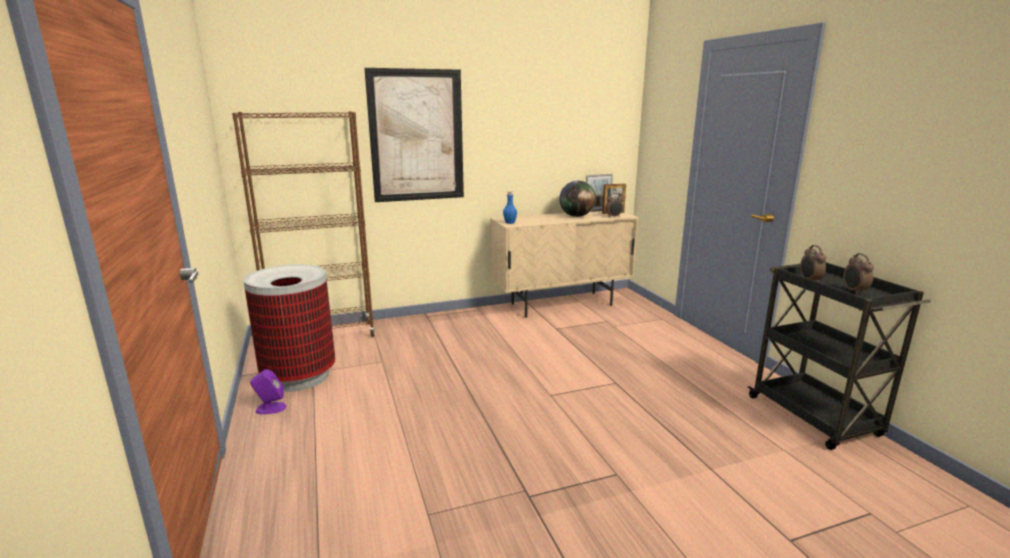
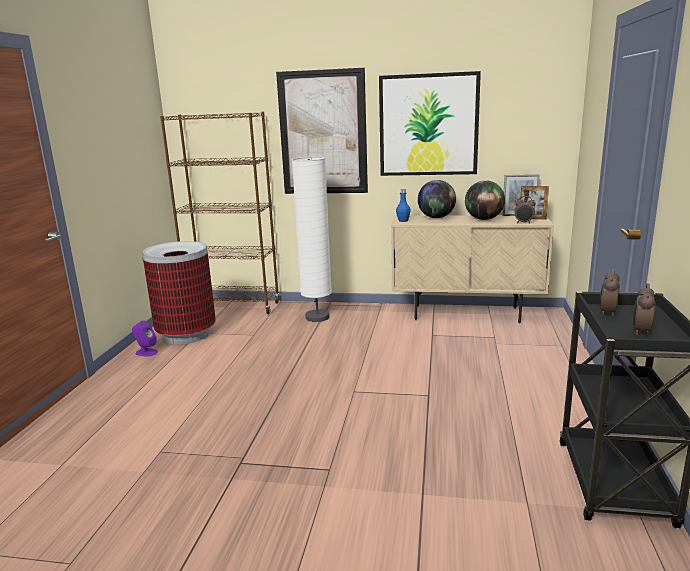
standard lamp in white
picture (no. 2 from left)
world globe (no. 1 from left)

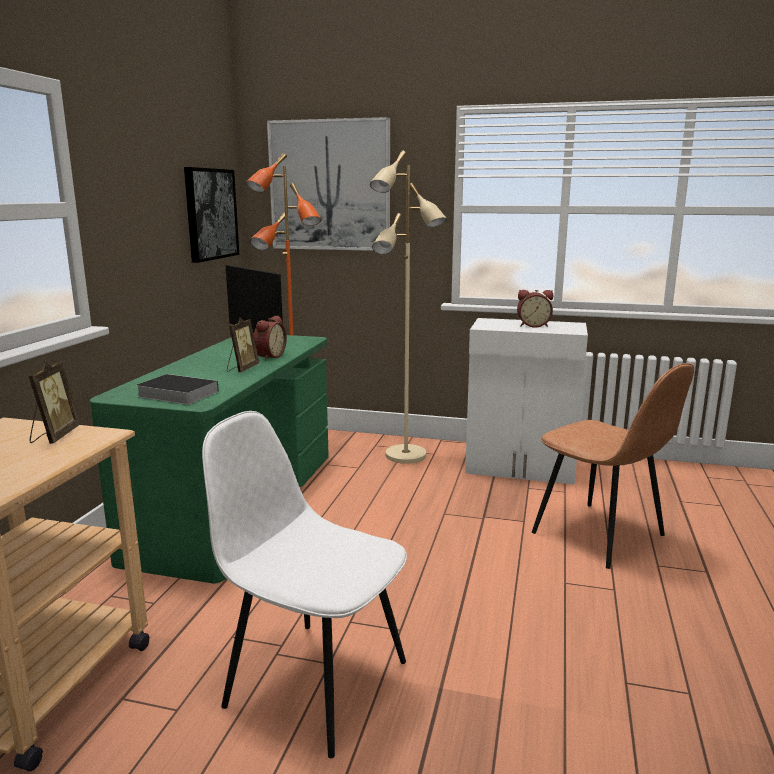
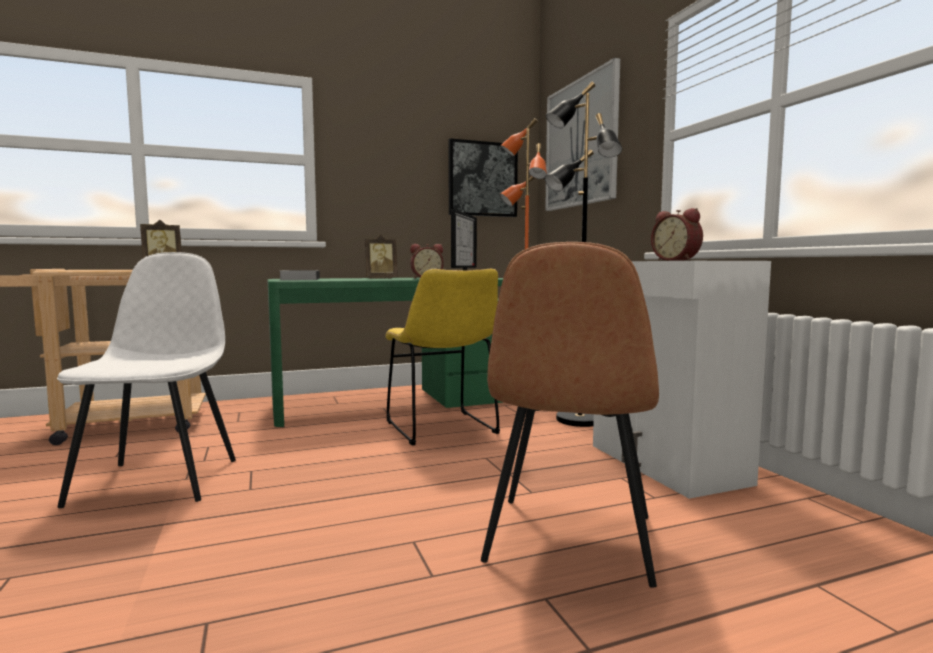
plain chair in yellow-coloured
standard lamp in blackish

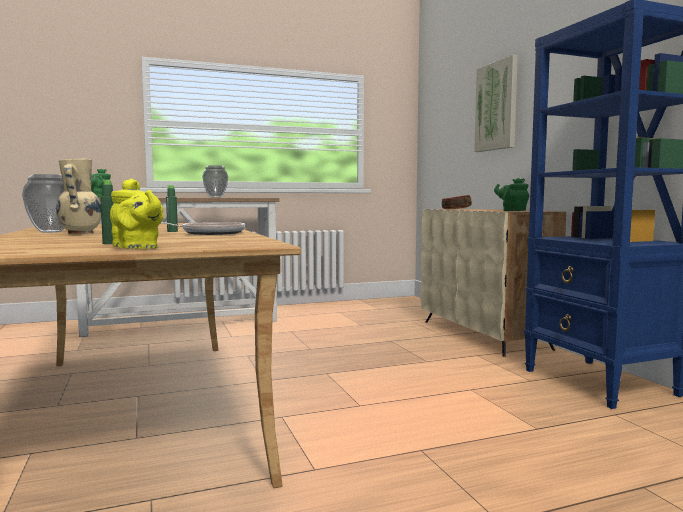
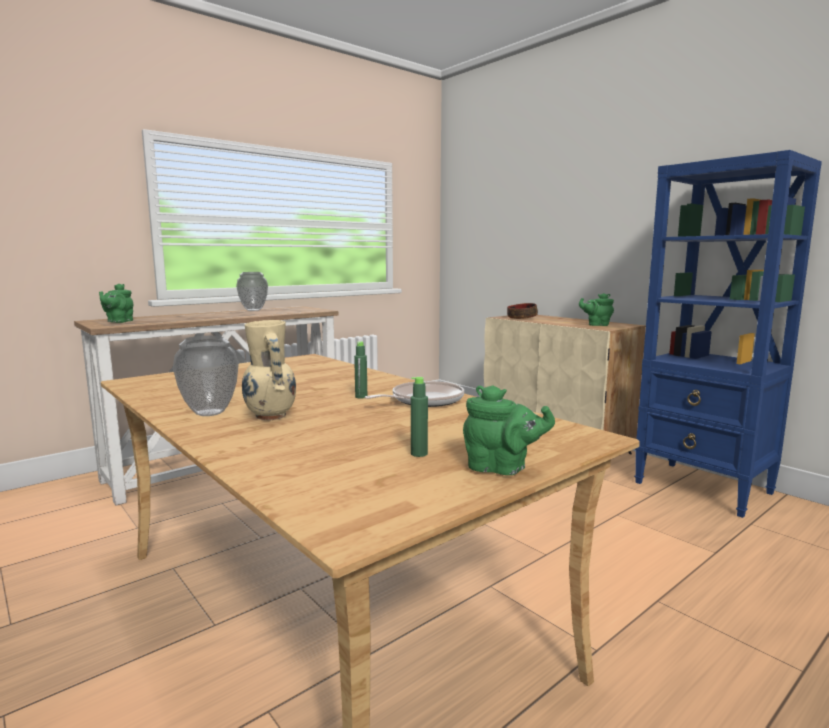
tea pot in green (no. 2 from left)
picture

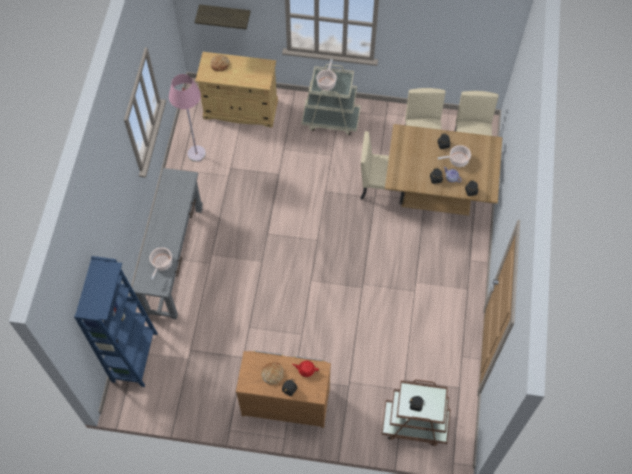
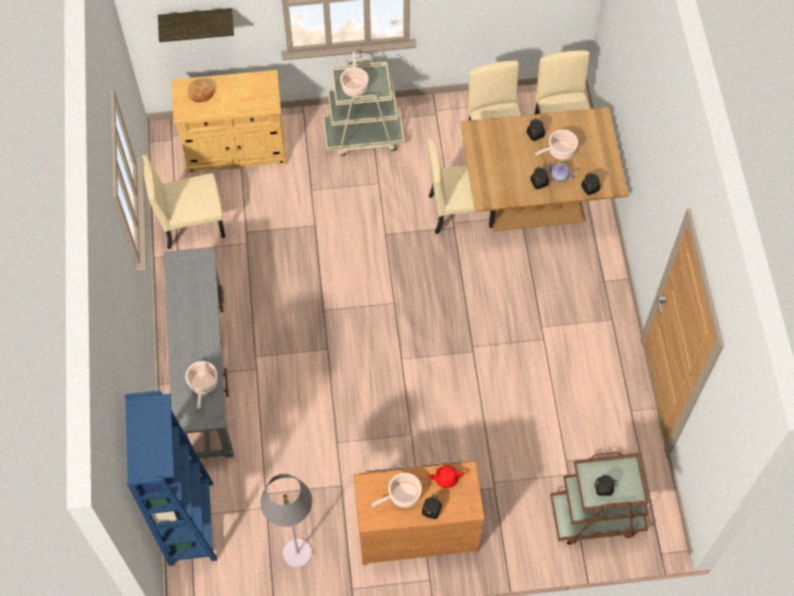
plain chair in beige (no. 1 from left)
standard lamp in grey
saucepot (no. 3 from left)

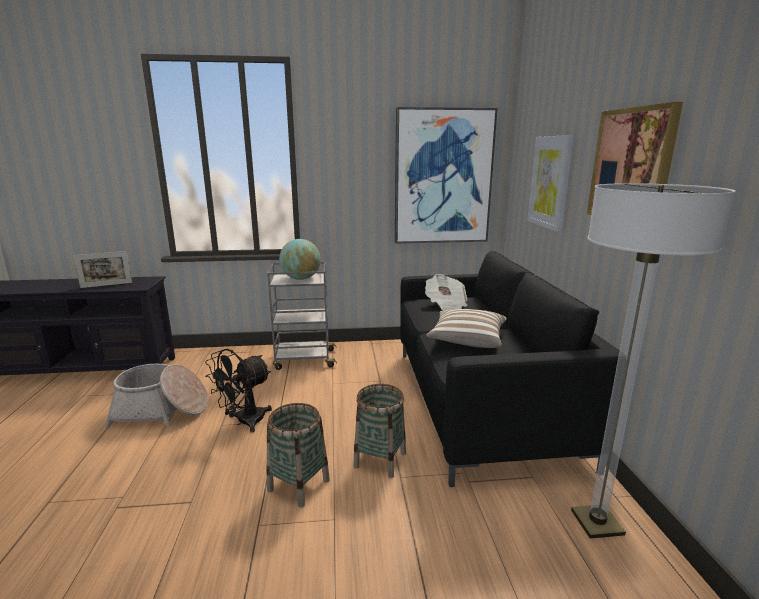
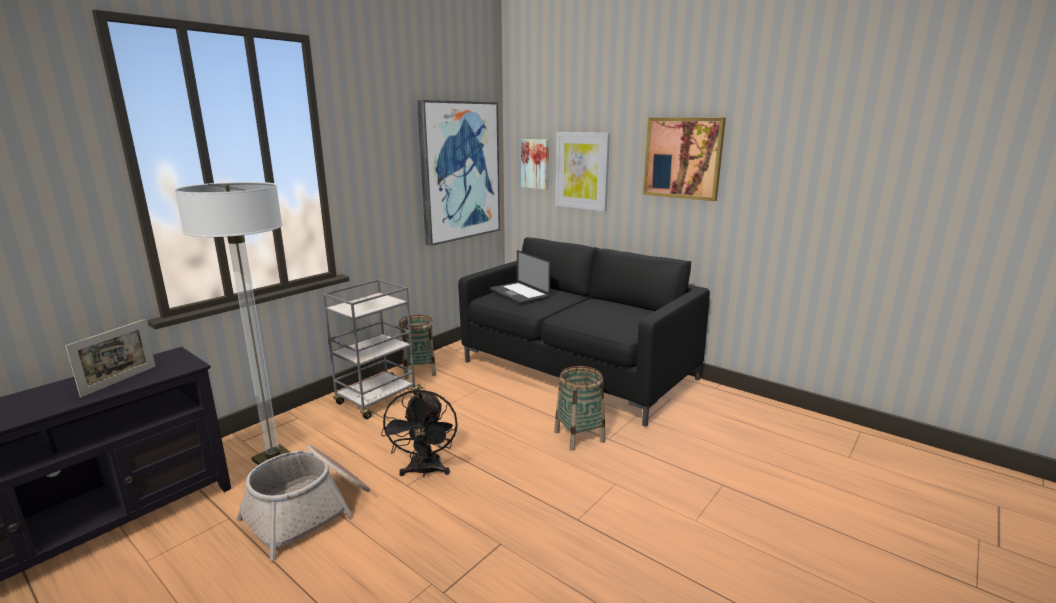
standard lamp
storage basket (no. 2 from left)
notebook computer
picture (no. 2 from left)
world globe
throw pillow

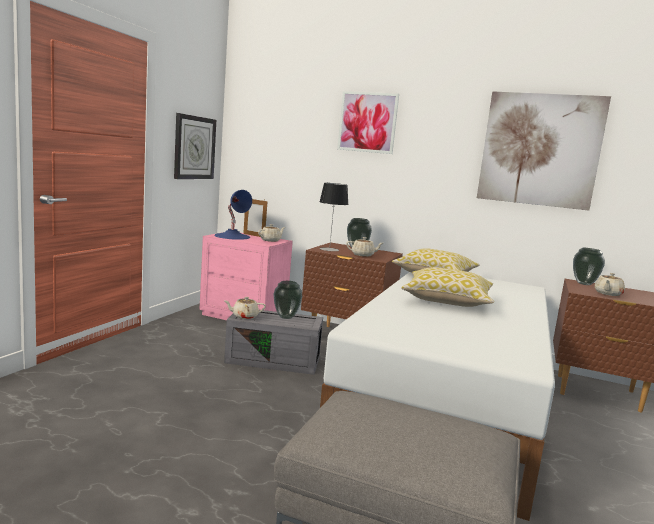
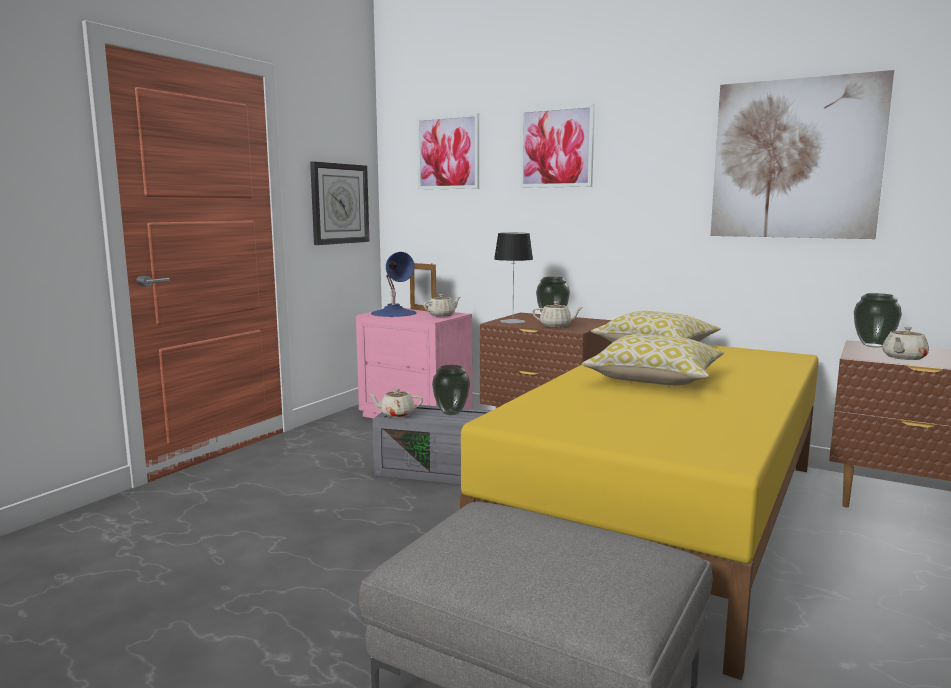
picture (no. 1 from left)
bed in yellow-coloured

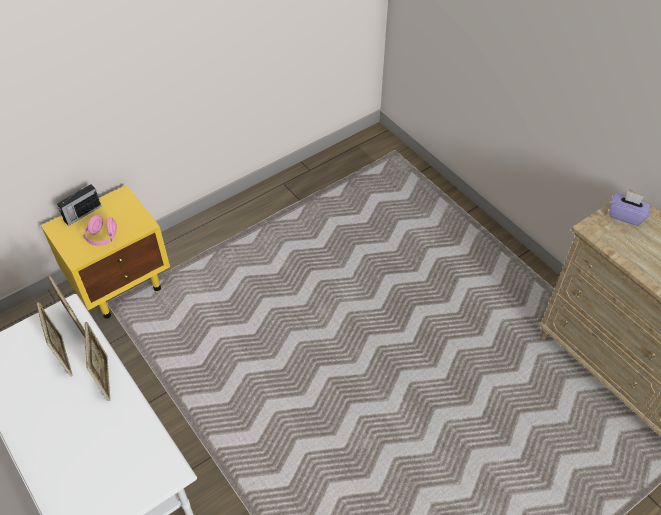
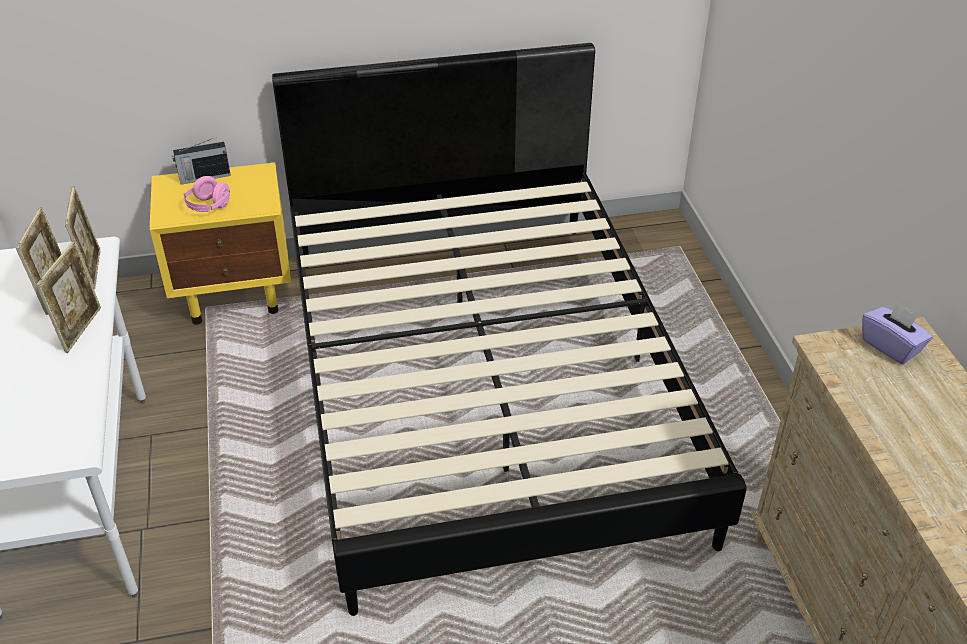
bed in blackish

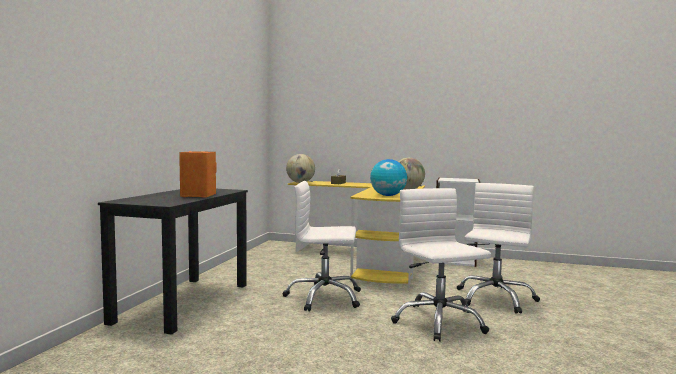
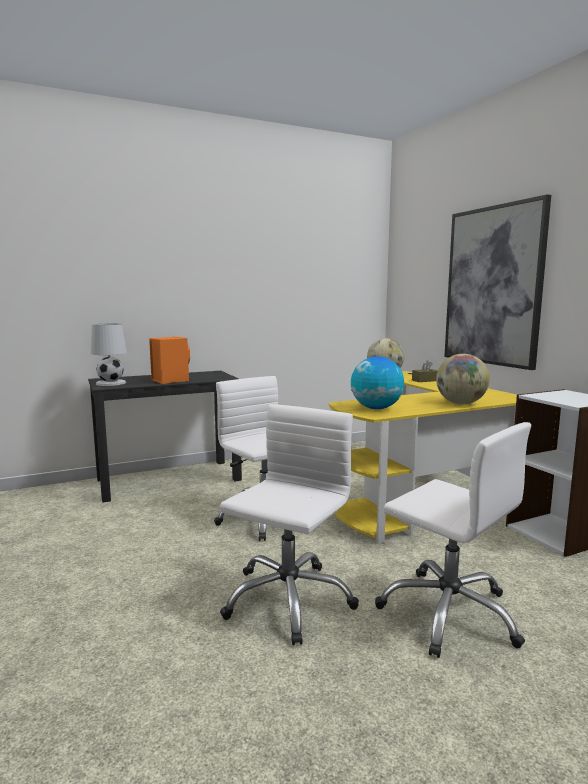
table lamp in white
desk chair in white (no. 3 from left)
picture

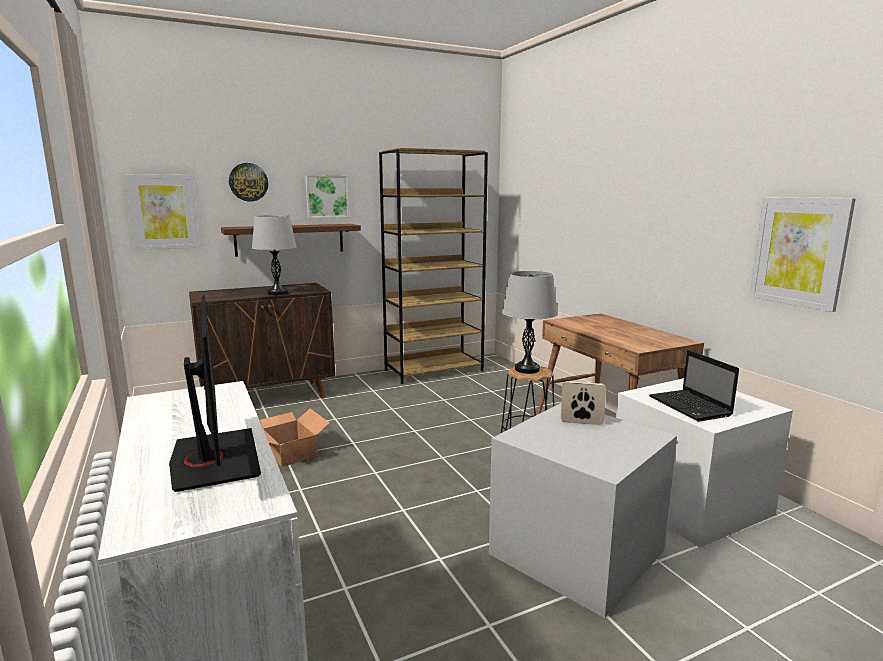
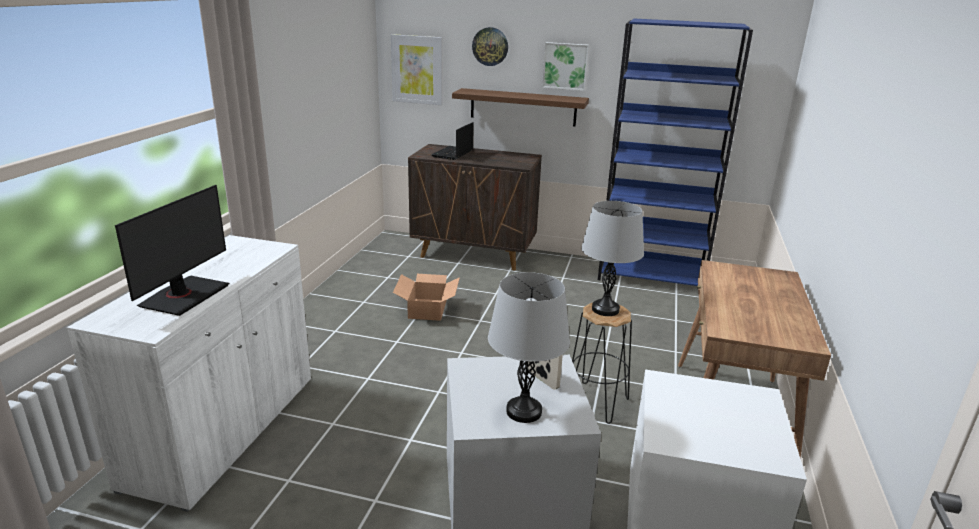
notebook computer
table lamp in grey (no. 1 from left)
bookshelf in blue
picture (no. 3 from left in the first image)

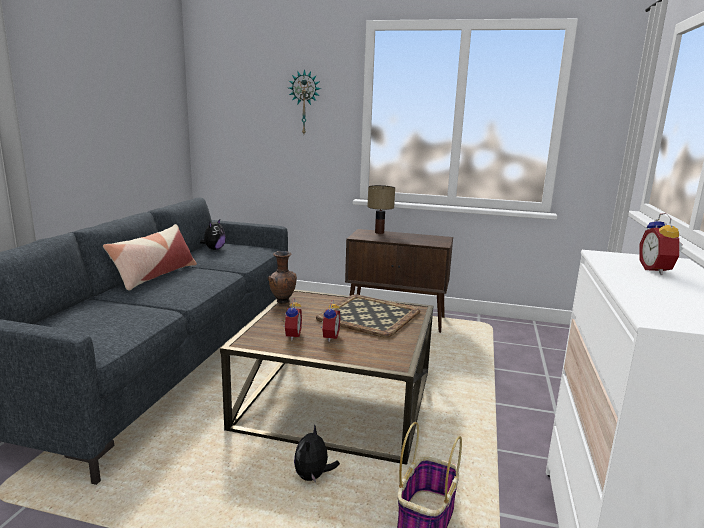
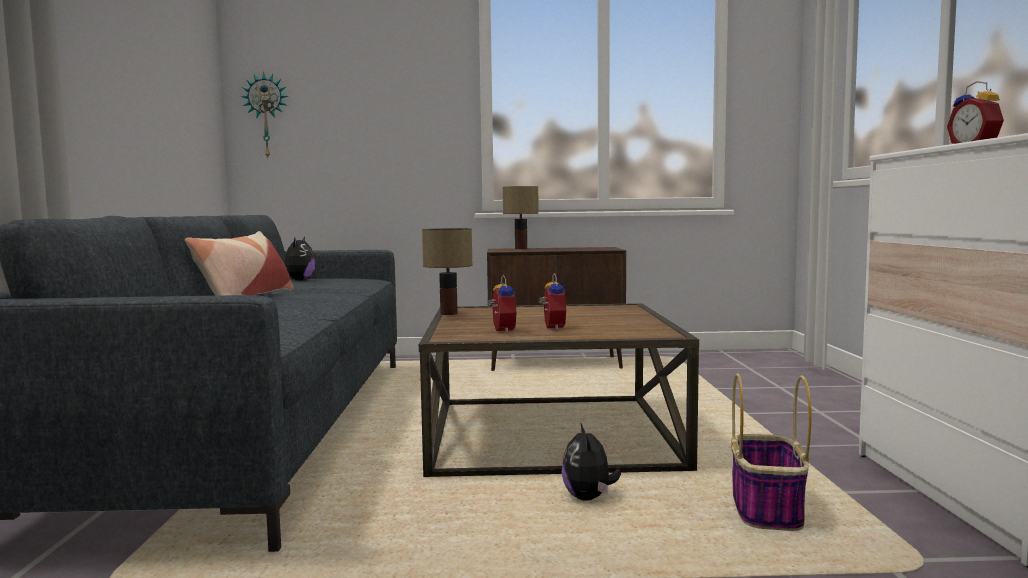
clock on the wall
table lamp (no. 1 from left)
tray

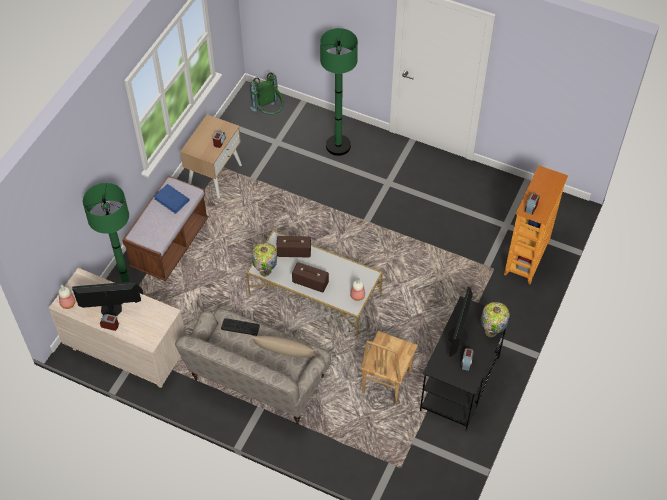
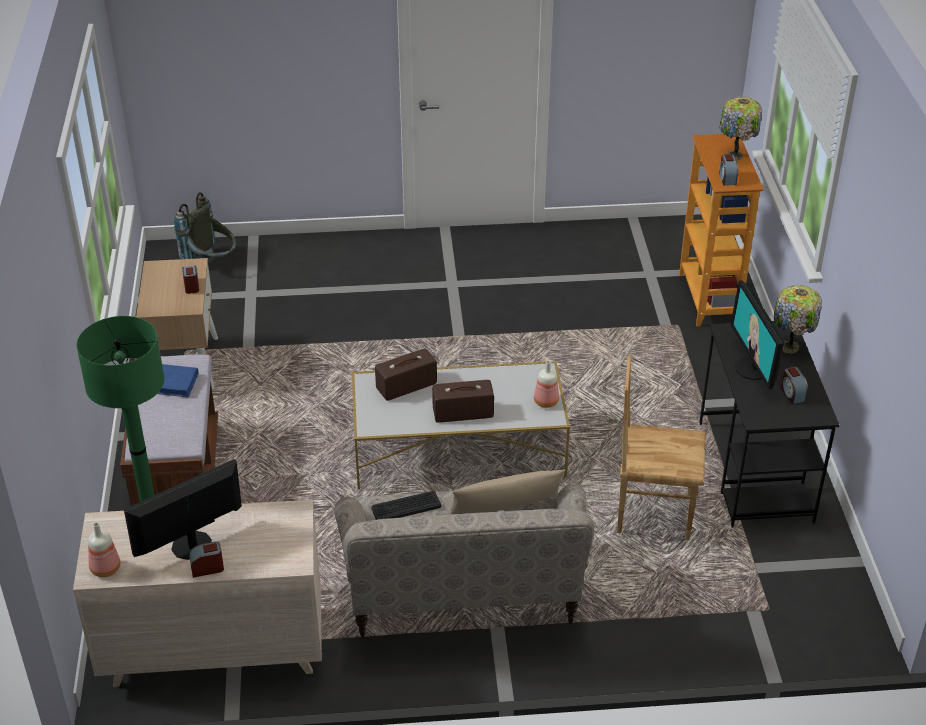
knapsack in grey
plain chair in brown
table lamp (no. 1 from left)
standard lamp in green (no. 2 from left in the first image)

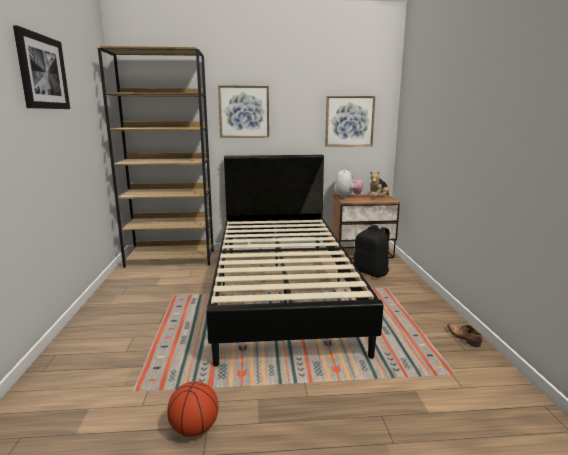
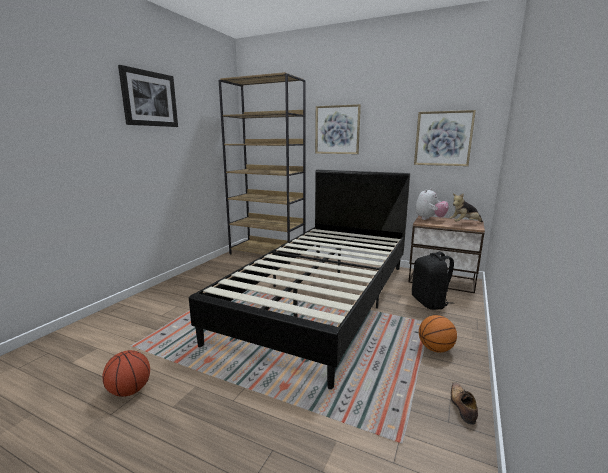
ball for basketball (no. 2 from left)

